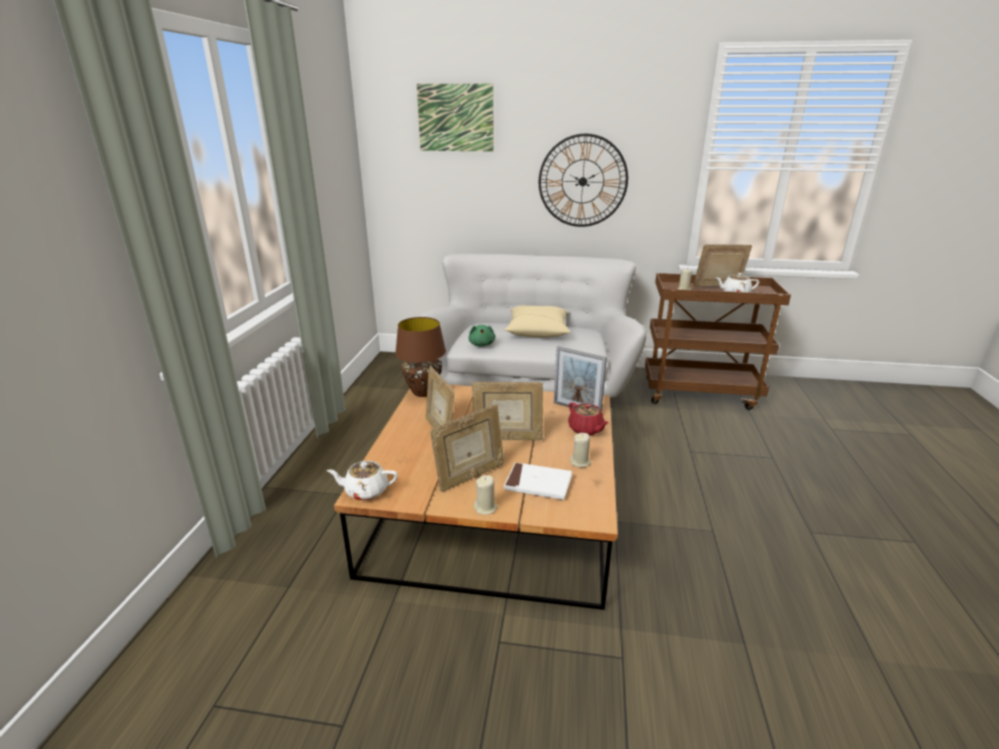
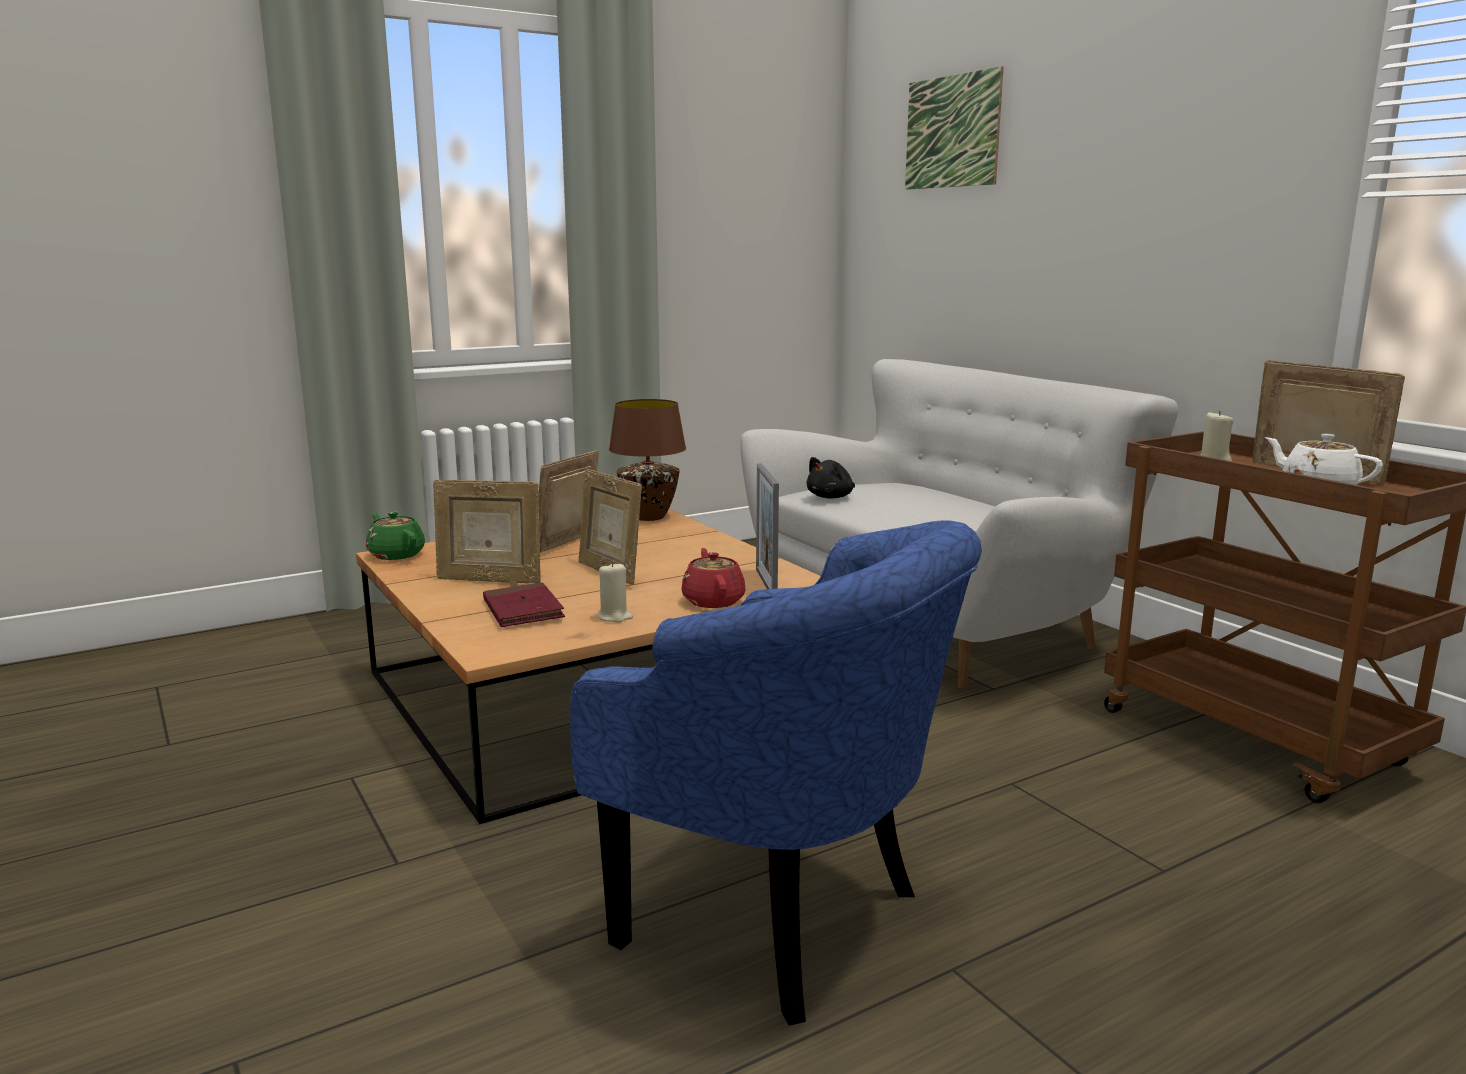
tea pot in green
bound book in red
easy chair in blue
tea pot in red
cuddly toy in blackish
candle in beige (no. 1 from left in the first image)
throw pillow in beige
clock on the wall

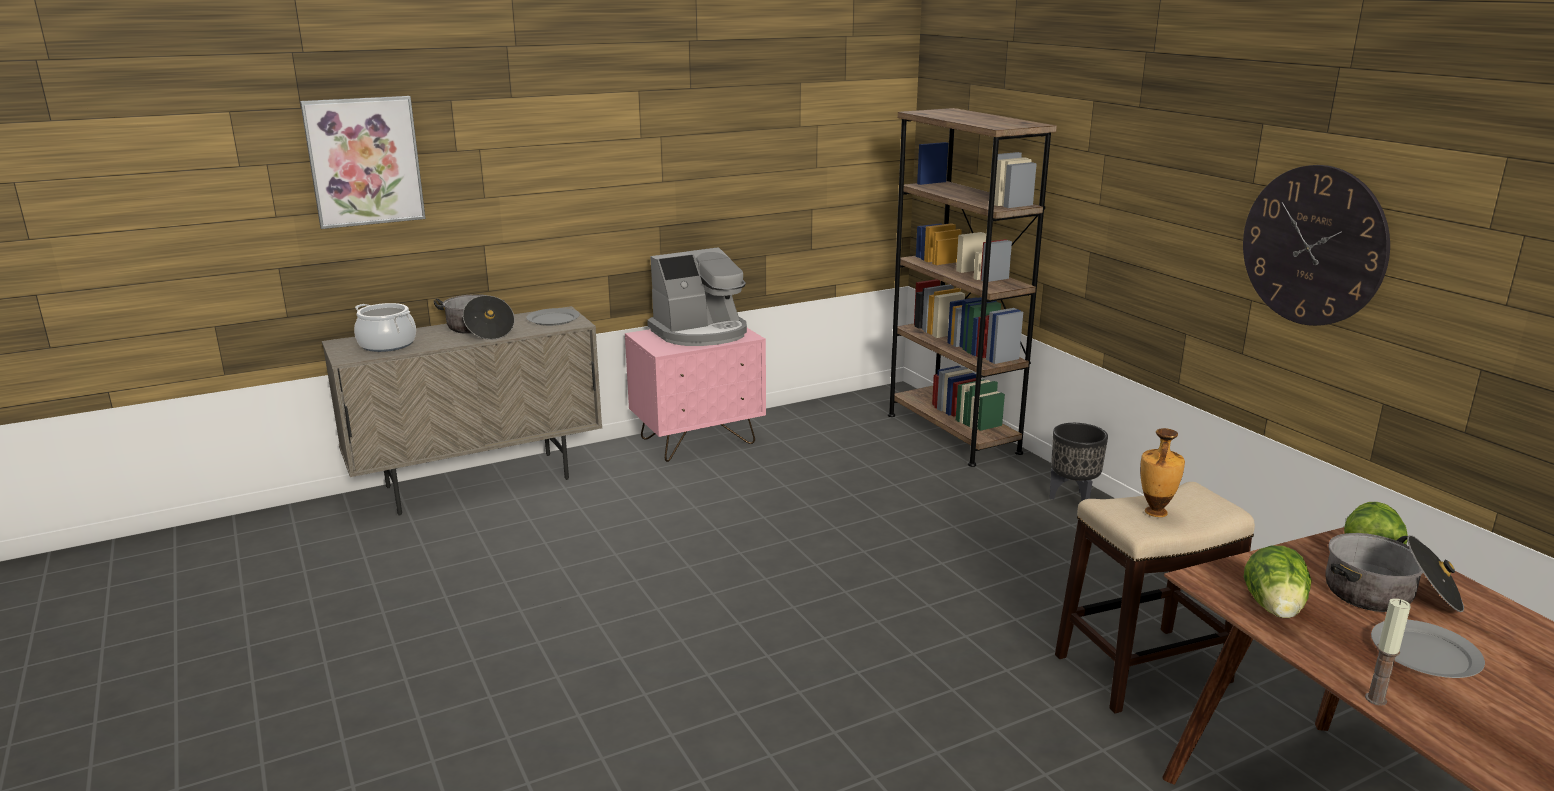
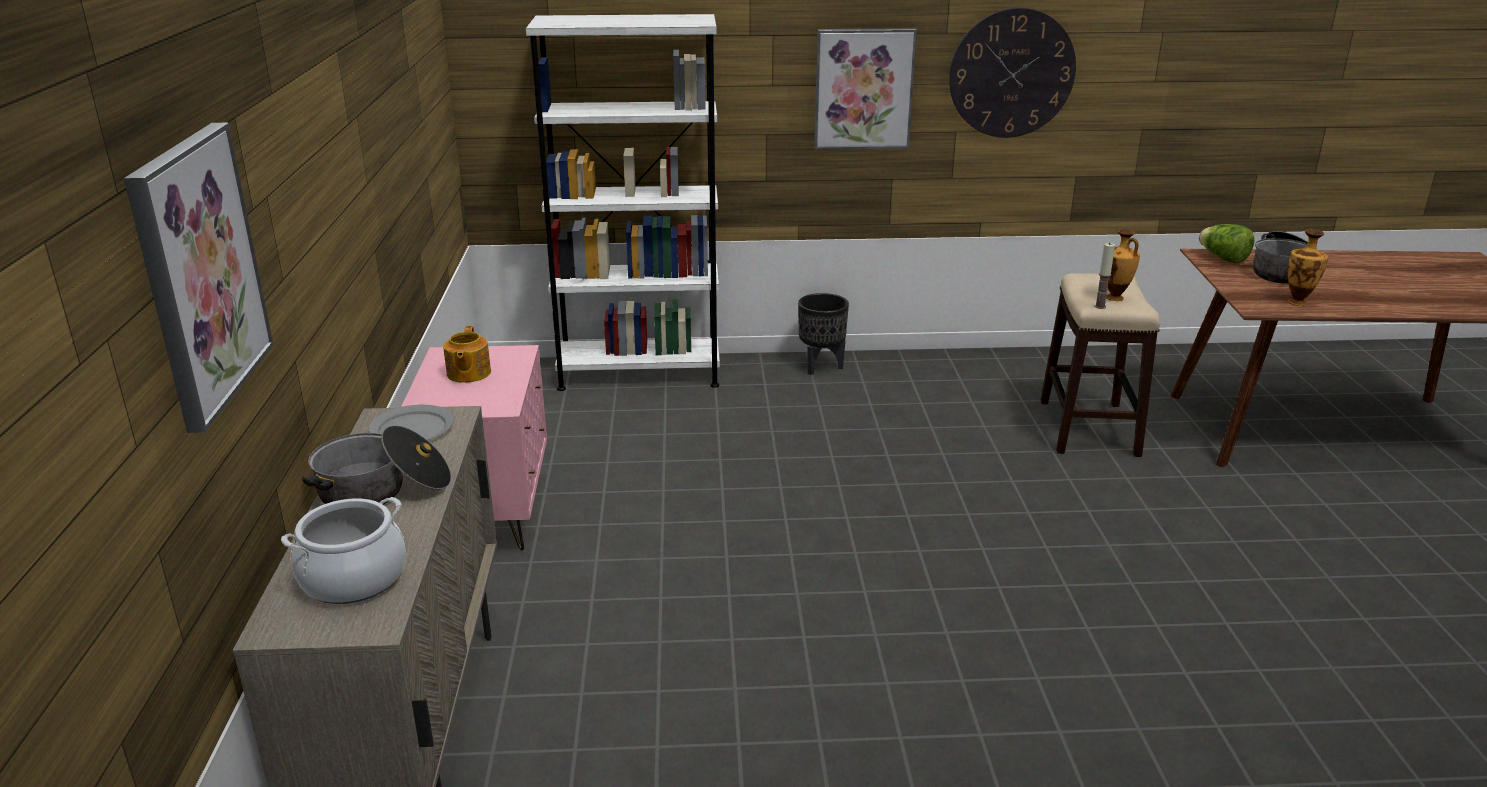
tea pot
bookshelf in white
picture (no. 2 from left)
candle
decorative vase (no. 2 from left)
plate in grey (no. 2 from left in the first image)

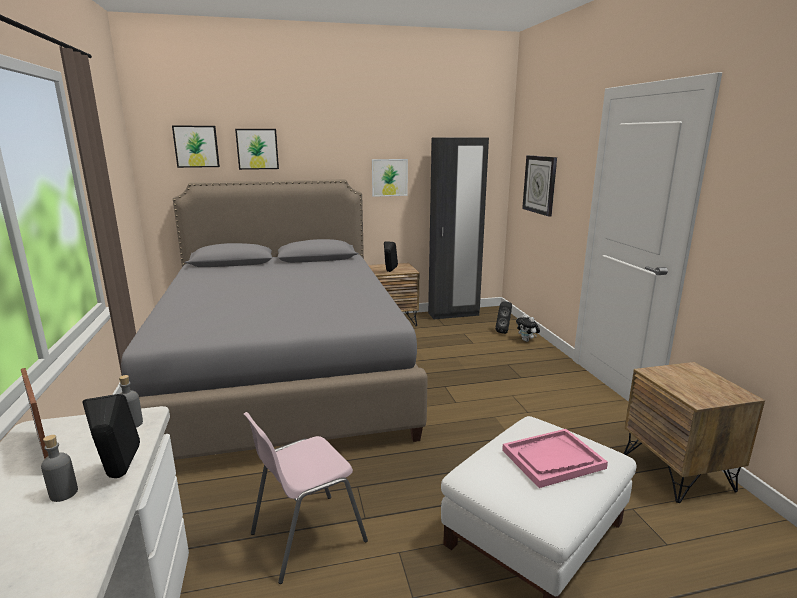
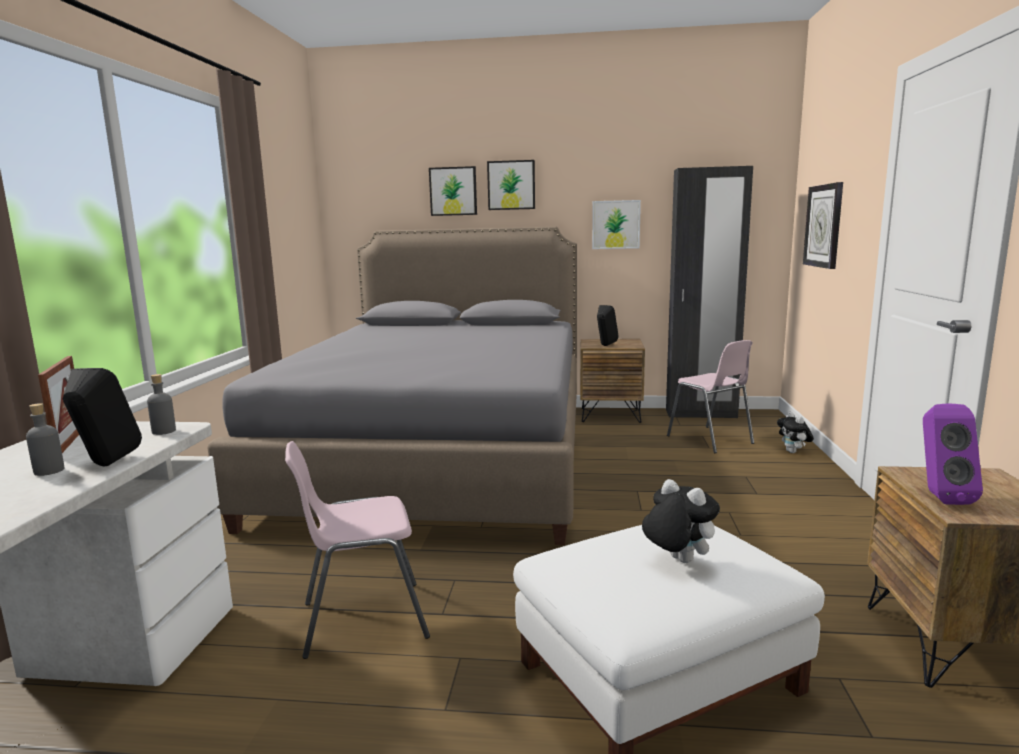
picture (no. 2 from left)
cuddly toy (no. 1 from left)
plain chair in pink-coloured (no. 2 from left)
audio speaker in purple-coloured
audio speaker in blackish (no. 3 from left in the first image)

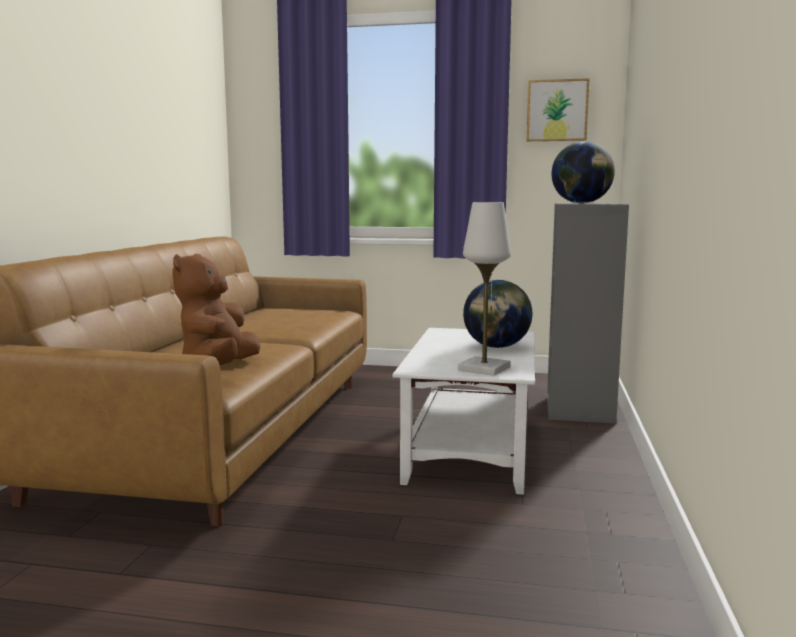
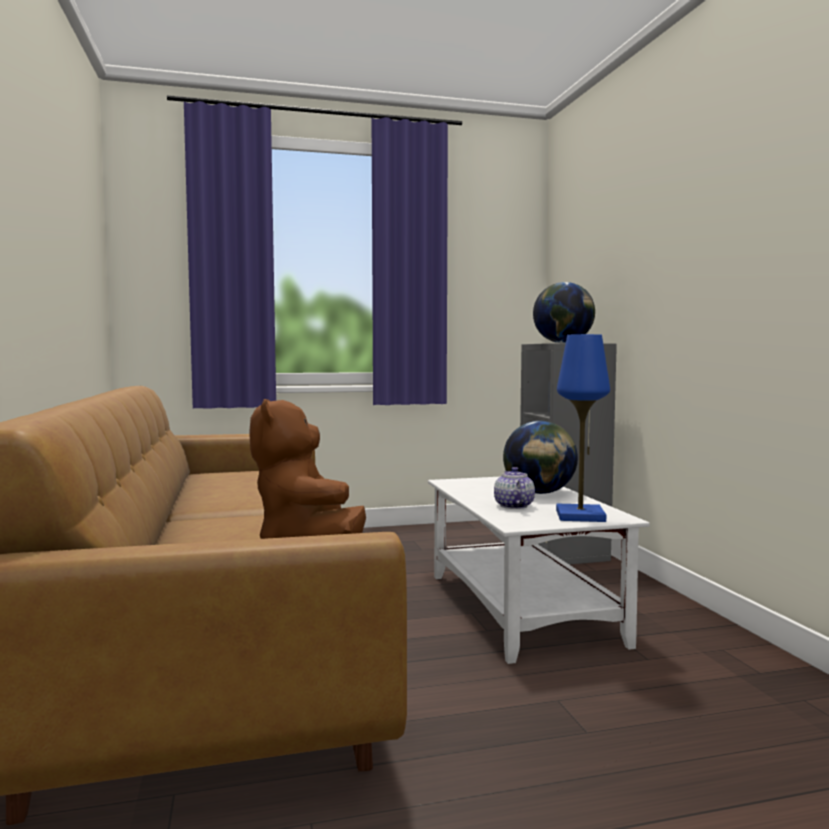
tea pot
table lamp in blue
picture

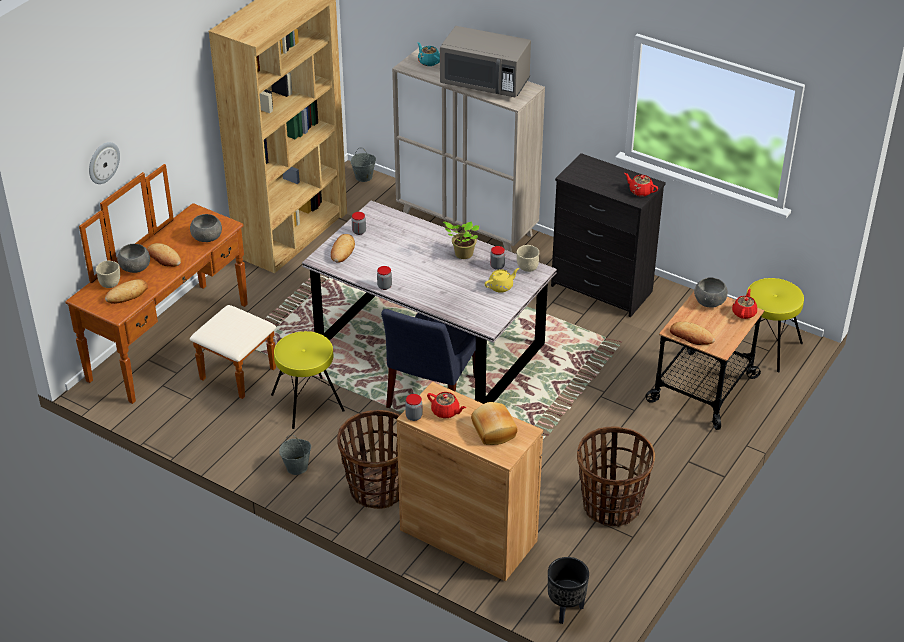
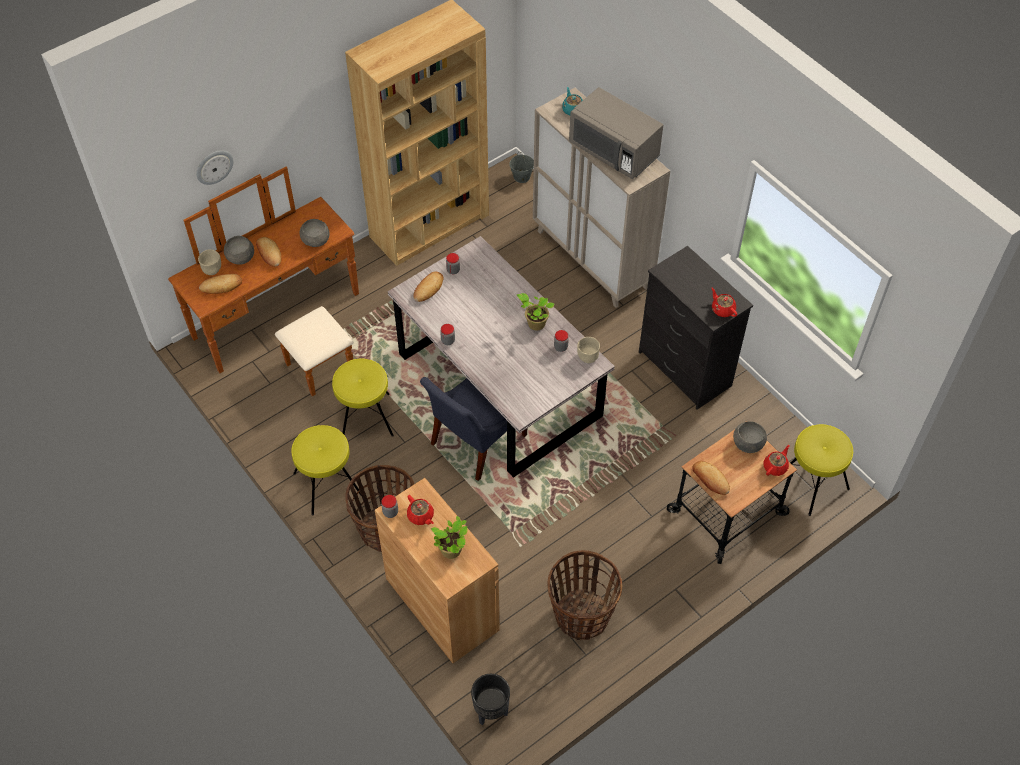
stool in yellow-coloured (no. 1 from left)
plant in a pot (no. 1 from left)
tea pot in yellow-coloured

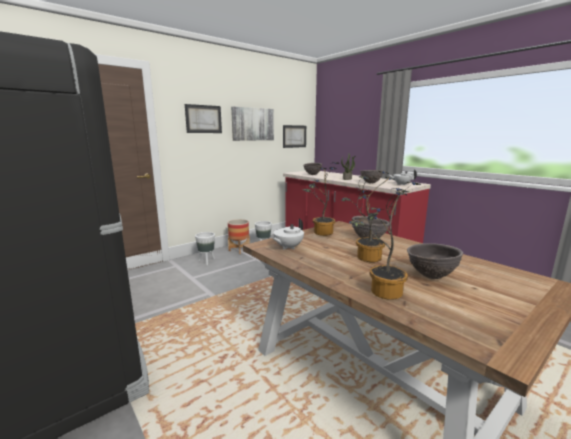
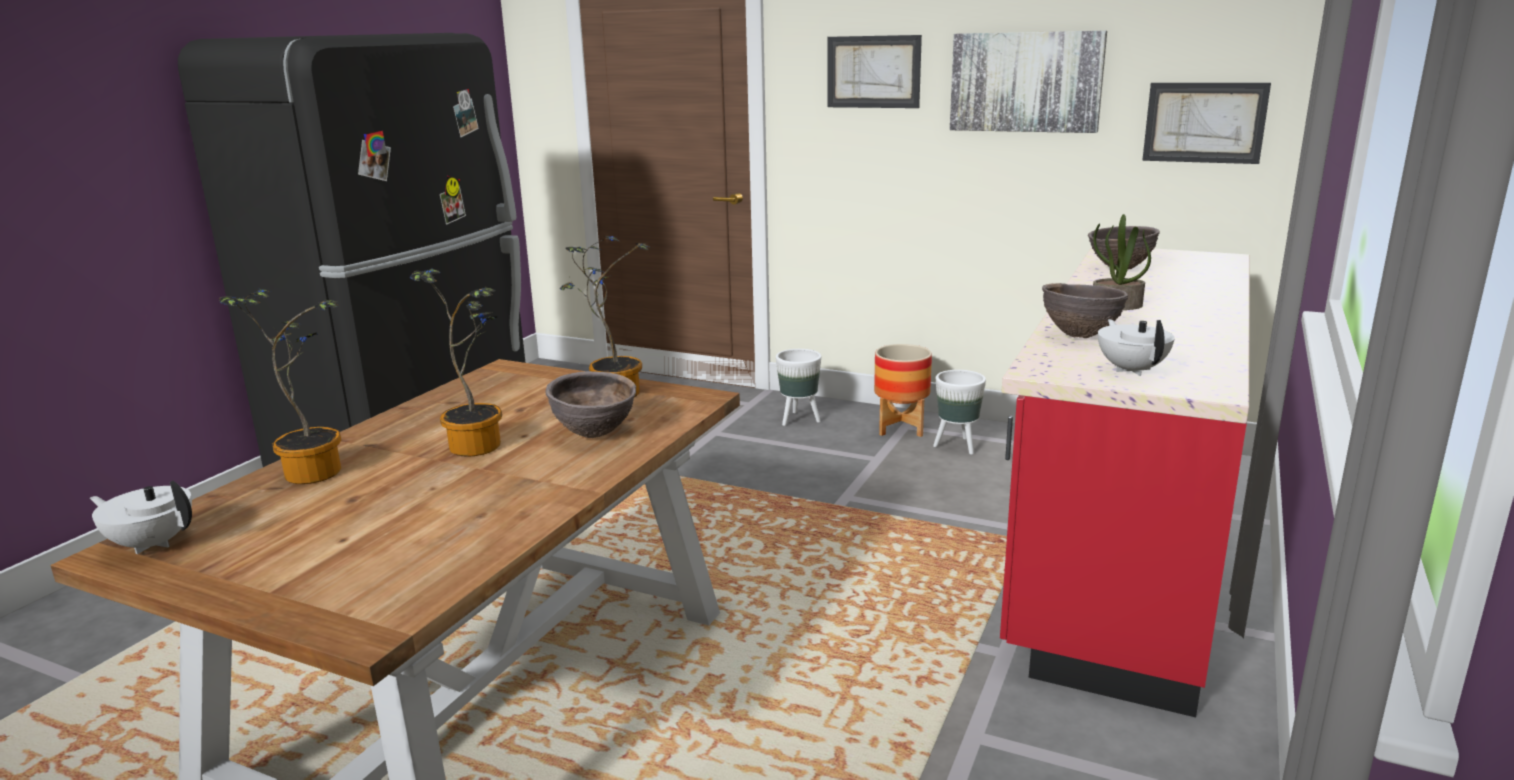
tea pot in white (no. 1 from left)
deep dish in brown (no. 4 from left in the first image)

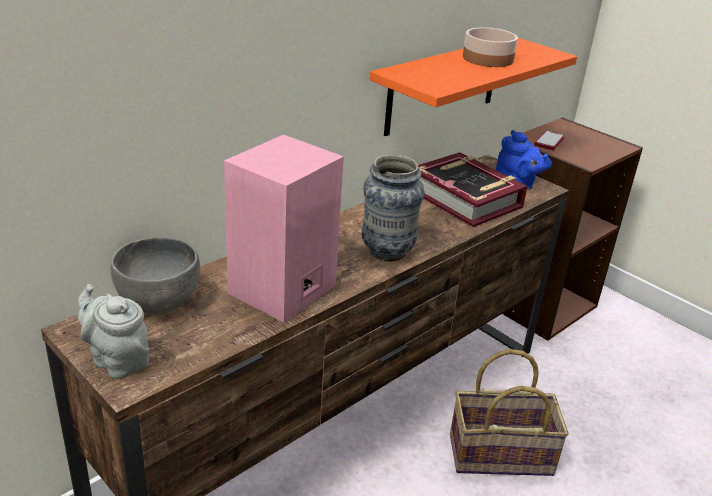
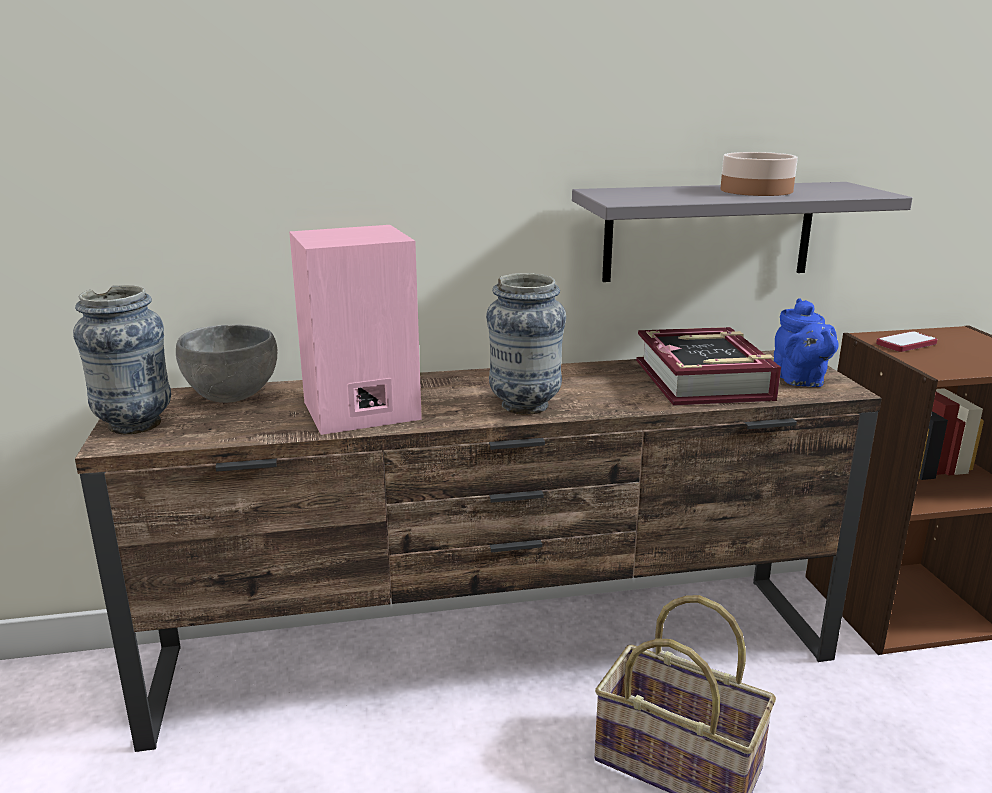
decorative vase (no. 1 from left)
shelf in grey

